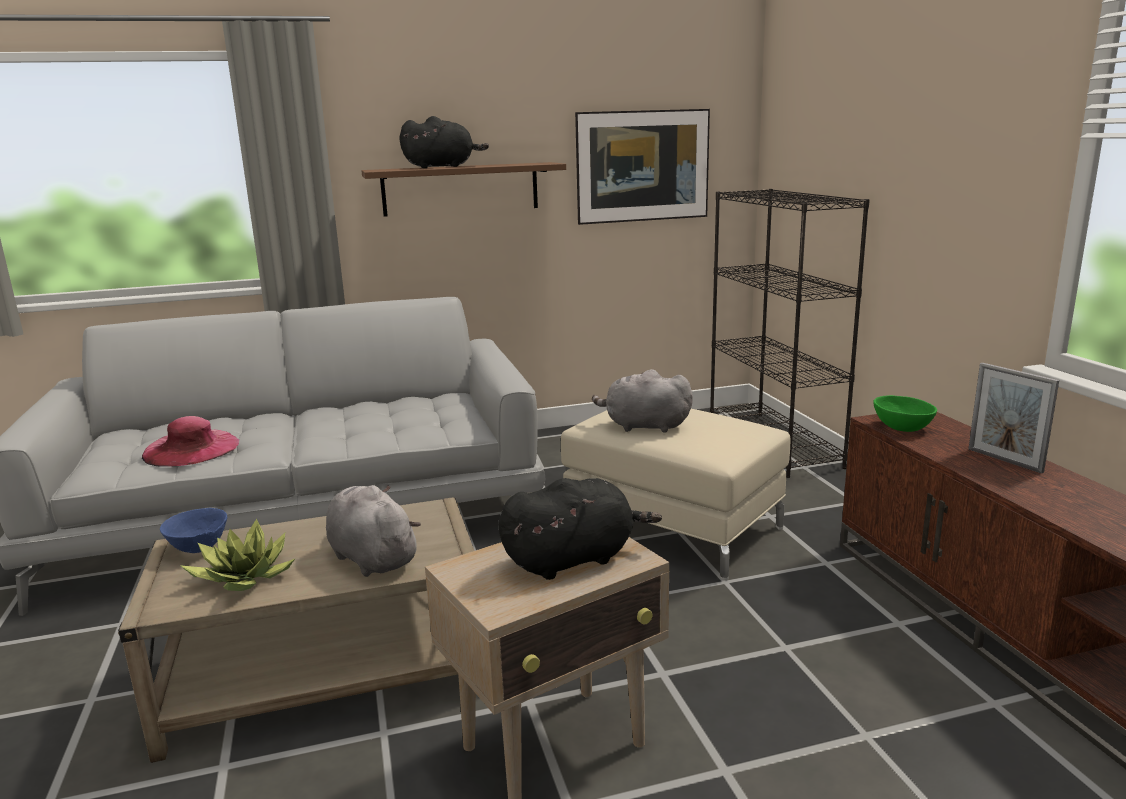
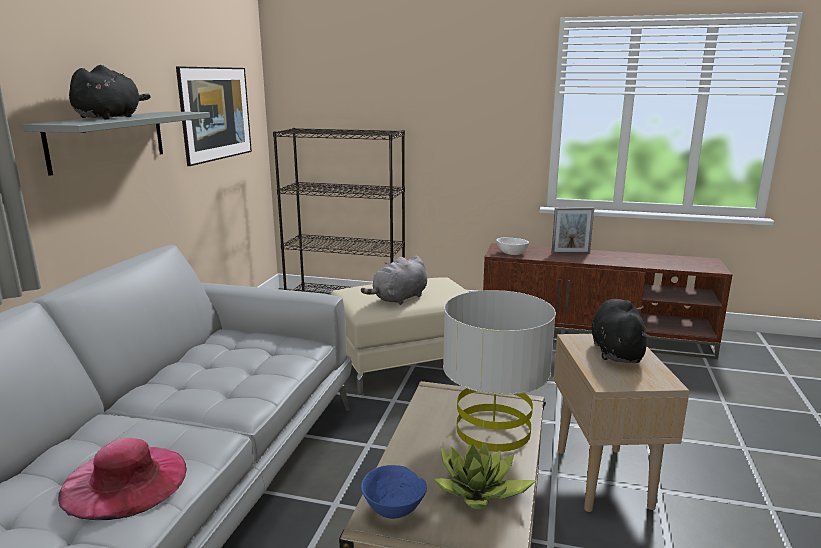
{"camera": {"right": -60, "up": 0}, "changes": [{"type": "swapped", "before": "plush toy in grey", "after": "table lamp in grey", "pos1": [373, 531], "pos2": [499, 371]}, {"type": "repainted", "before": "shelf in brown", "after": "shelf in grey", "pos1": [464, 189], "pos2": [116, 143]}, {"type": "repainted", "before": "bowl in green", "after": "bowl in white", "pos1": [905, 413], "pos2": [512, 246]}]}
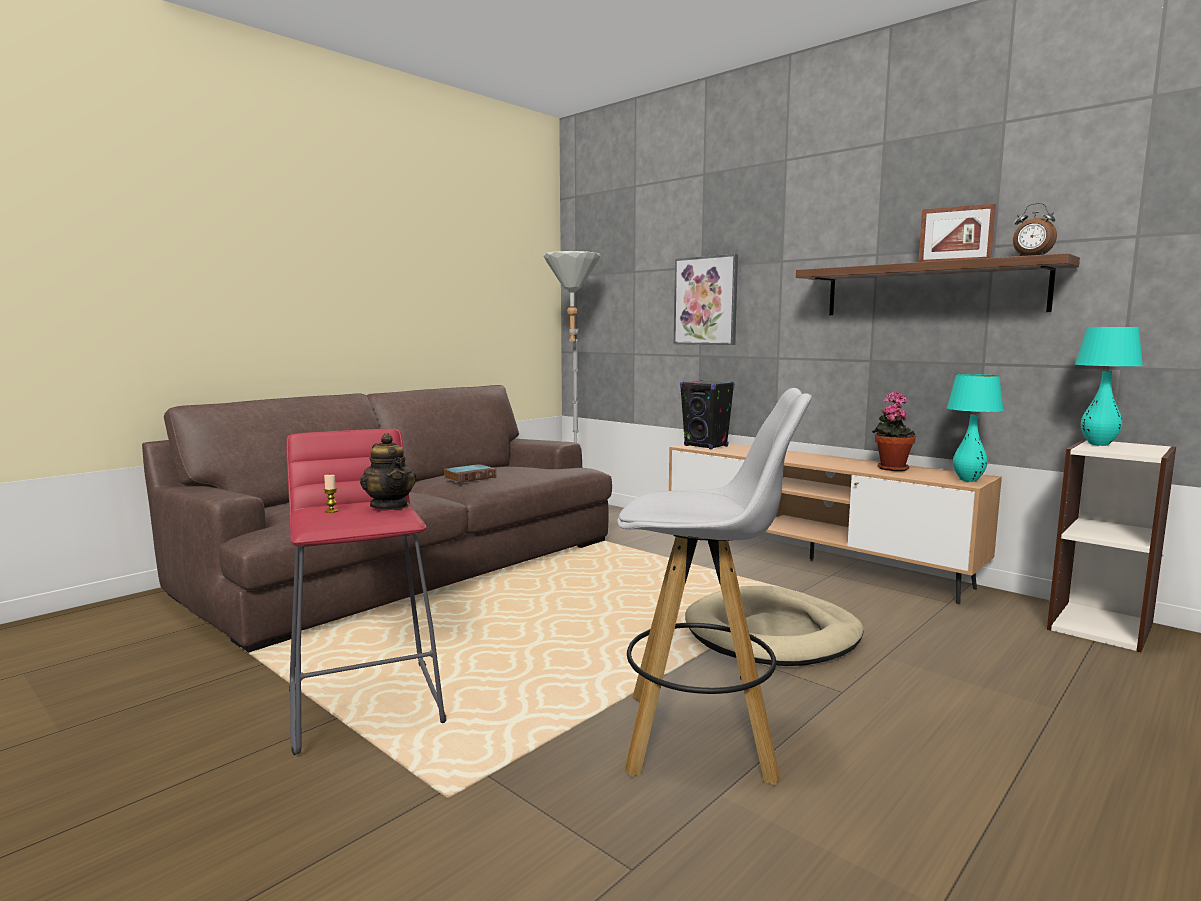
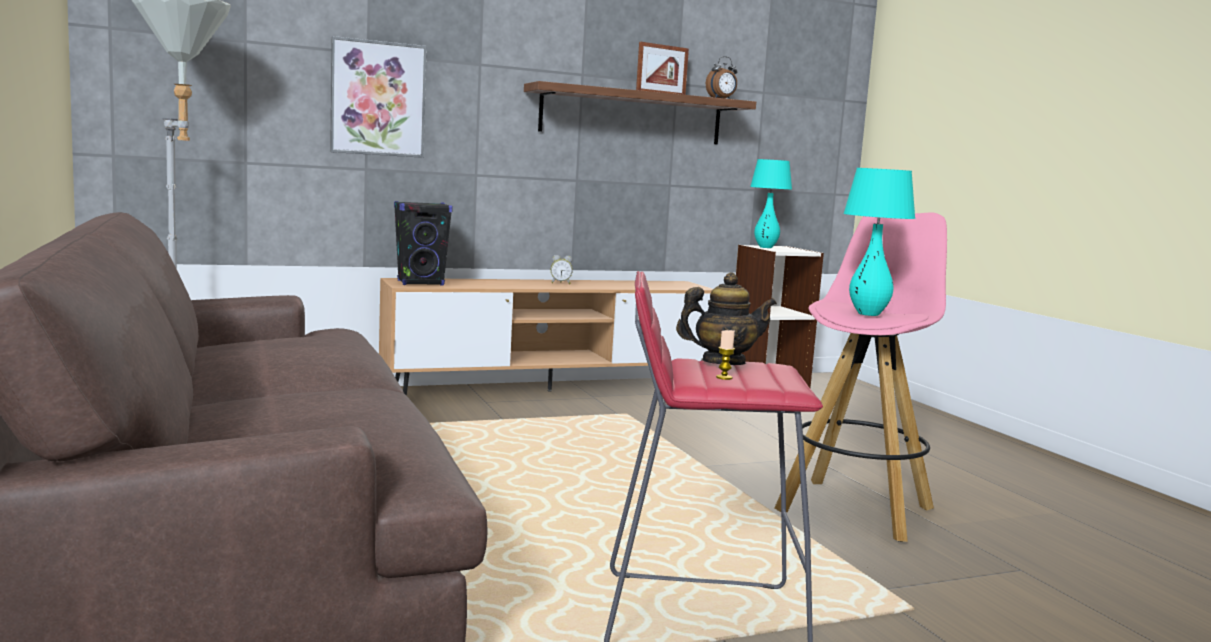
{"camera": {"right": -65, "up": 0}, "changes": [{"type": "gone", "before": "book", "pos1": [470, 473]}, {"type": "repainted", "before": "stool in white", "after": "stool in pink", "pos1": [714, 586], "pos2": [860, 377]}, {"type": "gone", "before": "dog bed in beige", "pos1": [774, 626]}, {"type": "gone", "before": "potted plant", "pos1": [894, 431]}, {"type": "shifted", "before": "table lamp in turquoise", "pos1": [975, 428], "pos2": [879, 242]}, {"type": "new", "after": "alarm clock", "pos2": [562, 269]}]}
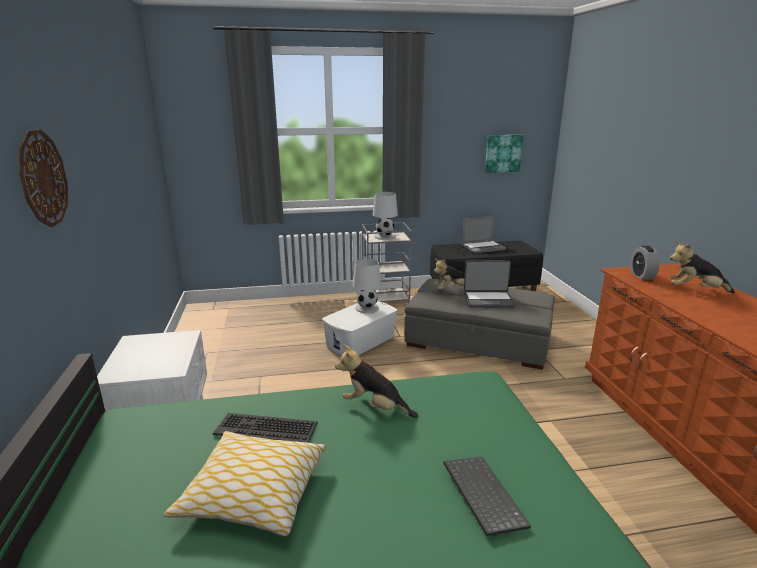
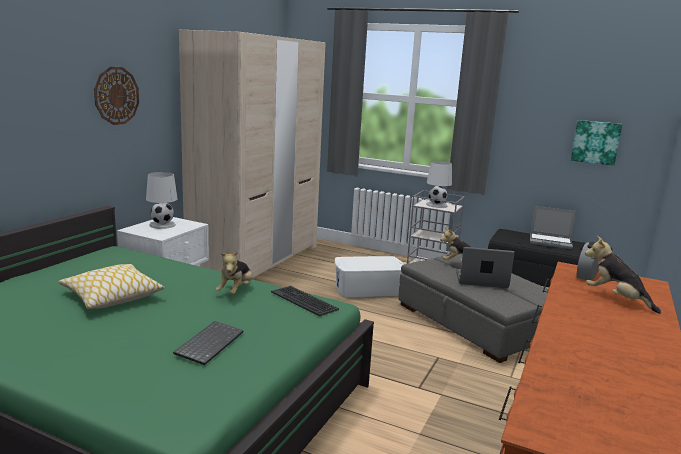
{"camera": {"right": 35, "up": -5}, "changes": [{"type": "shifted", "before": "keyboard", "pos1": [265, 428], "pos2": [305, 301]}, {"type": "rotated", "before": "plush toy", "pos1": [376, 381], "pos2": [234, 272], "turn": -135}, {"type": "shifted", "before": "table lamp in white", "pos1": [367, 286], "pos2": [162, 200]}, {"type": "rotated", "before": "laptop", "pos1": [490, 284], "pos2": [485, 267], "turn": 150}, {"type": "new", "after": "wardrobe in beige", "pos2": [252, 154]}]}
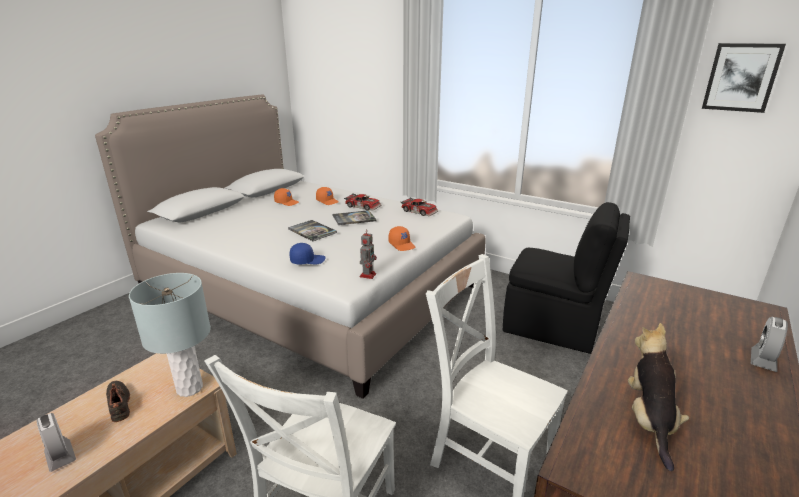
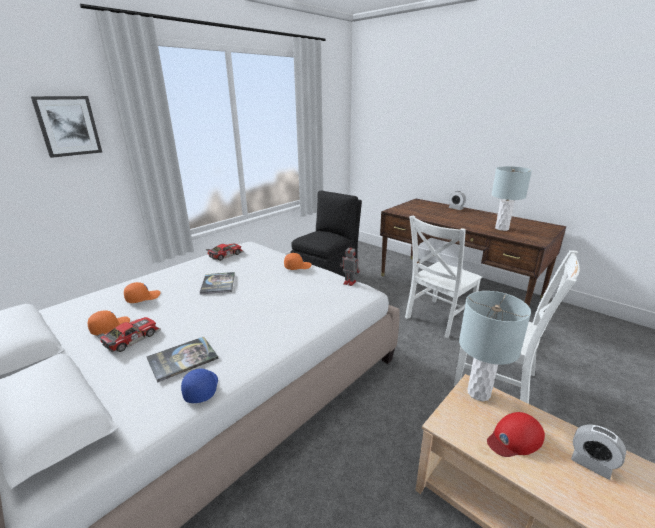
{"camera": {"right": -80, "up": 0}, "changes": [{"type": "rotated", "before": "alarm clock", "pos1": [56, 442], "pos2": [598, 452], "turn": 75}, {"type": "swapped", "before": "shoe in black", "after": "cap in red", "pos1": [118, 401], "pos2": [516, 434]}, {"type": "shifted", "before": "book", "pos1": [312, 230], "pos2": [182, 359]}, {"type": "shifted", "before": "cap in blue", "pos1": [307, 254], "pos2": [199, 386]}, {"type": "shifted", "before": "toy car", "pos1": [362, 202], "pos2": [129, 334]}, {"type": "swapped", "before": "plush toy", "after": "table lamp in grey", "pos1": [658, 397], "pos2": [511, 198]}, {"type": "shifted", "before": "picture", "pos1": [744, 78], "pos2": [66, 127]}]}
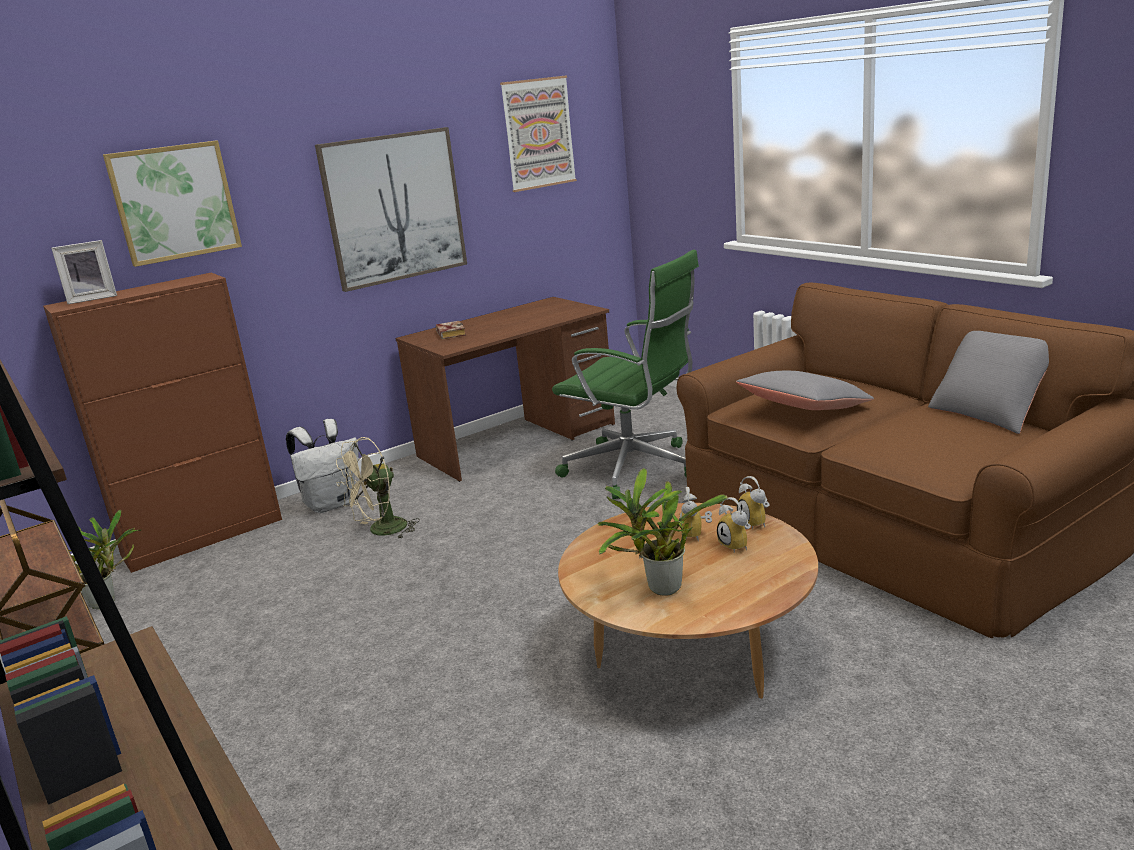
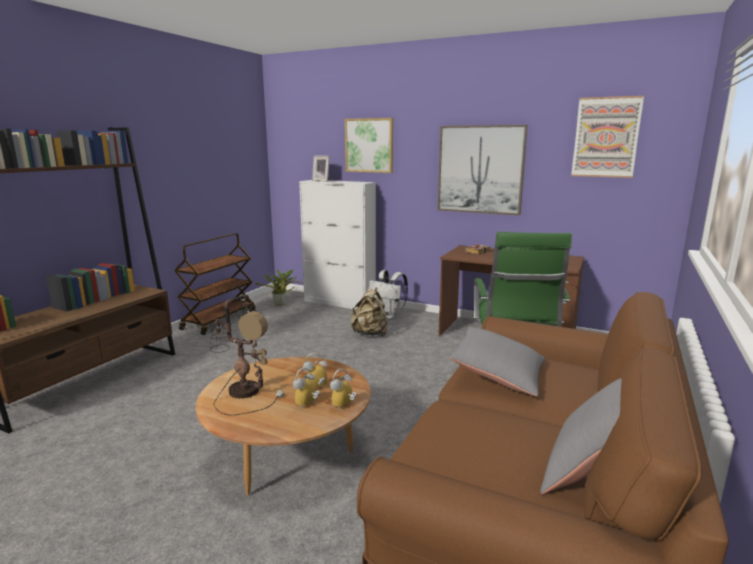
{"camera": {"right": 60, "up": -5}, "changes": [{"type": "repainted", "before": "cabinet in brown", "after": "cabinet in white", "pos1": [162, 423], "pos2": [337, 245]}, {"type": "swapped", "before": "fan in beige", "after": "backpack in beige", "pos1": [378, 488], "pos2": [369, 311]}, {"type": "swapped", "before": "potted plant", "after": "table lamp", "pos1": [662, 532], "pos2": [247, 355]}]}
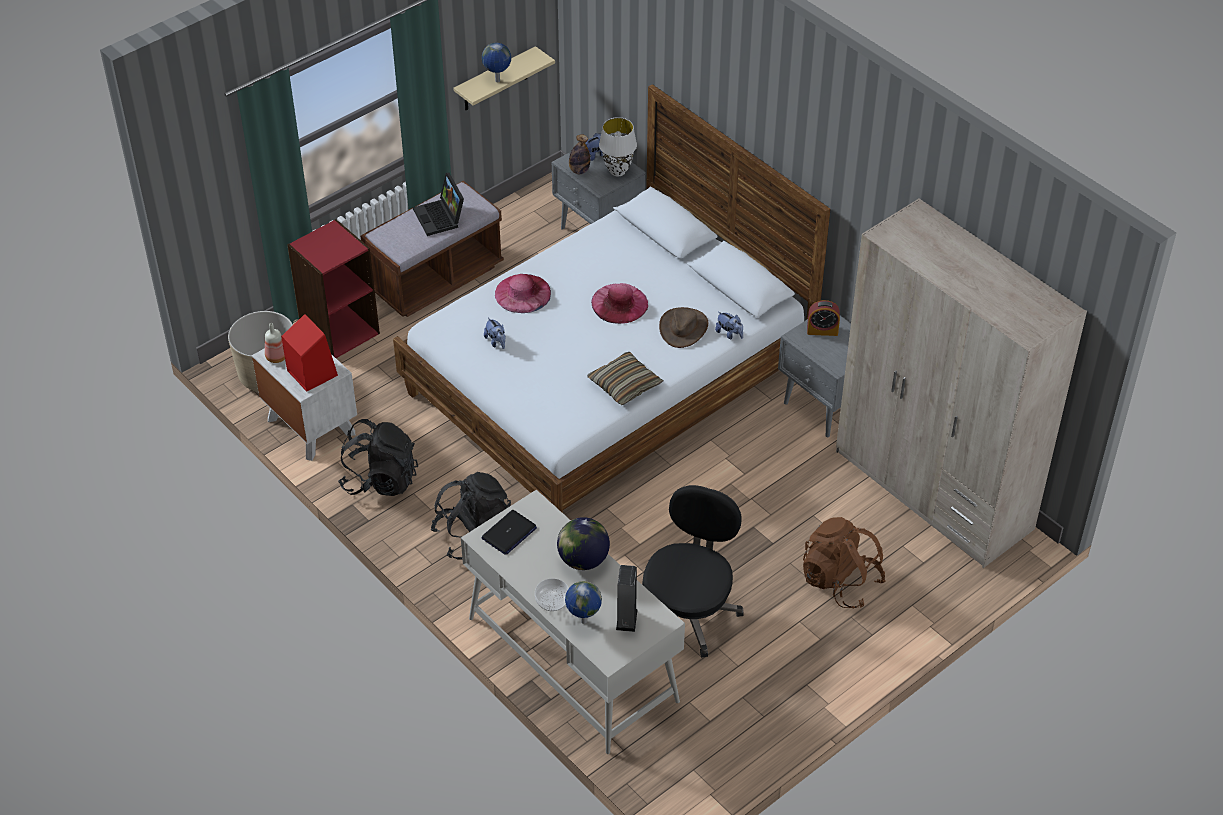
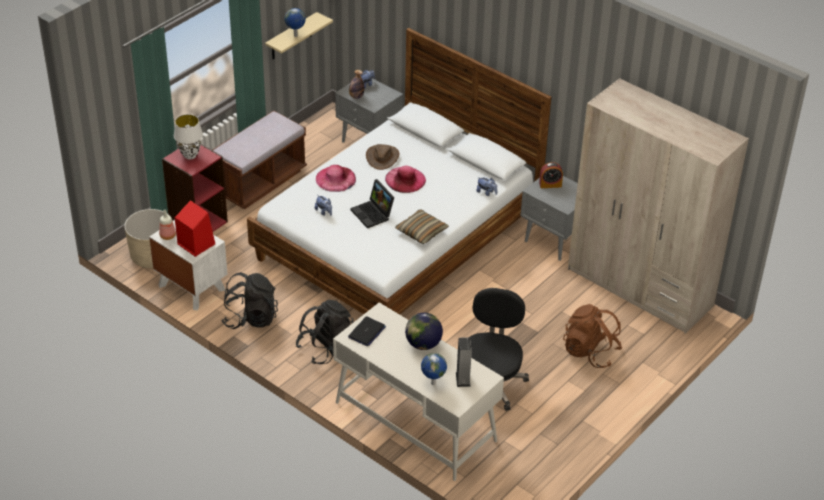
{"camera": {"right": -10, "up": -5}, "changes": [{"type": "shifted", "before": "laptop", "pos1": [438, 204], "pos2": [372, 203]}, {"type": "gone", "before": "bowl", "pos1": [552, 594]}, {"type": "shifted", "before": "table lamp in white", "pos1": [618, 146], "pos2": [188, 137]}, {"type": "shifted", "before": "hat in brown", "pos1": [683, 327], "pos2": [382, 157]}]}
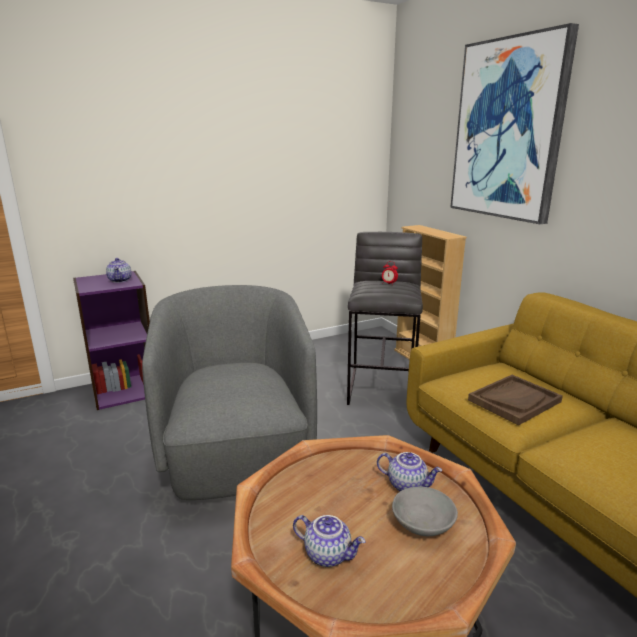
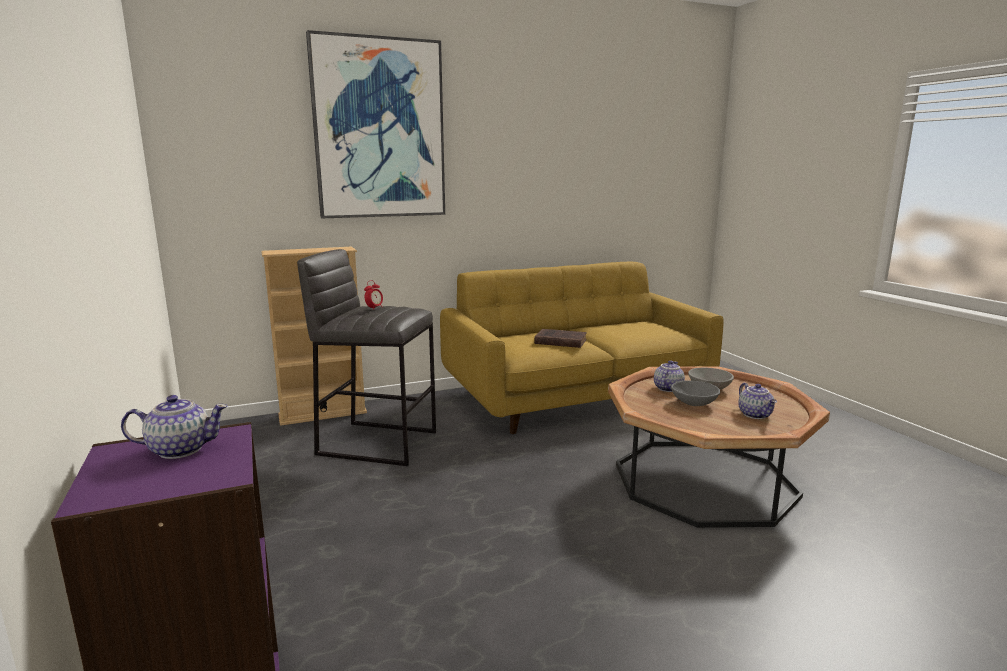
{"camera": {"right": -85, "up": -5}, "changes": [{"type": "gone", "before": "armchair in grey", "pos1": [229, 392]}, {"type": "rotated", "before": "teapot", "pos1": [329, 541], "pos2": [758, 401], "turn": 135}, {"type": "swapped", "before": "tray in brown", "after": "book in brown", "pos1": [515, 400], "pos2": [560, 338]}, {"type": "new", "after": "bowl in grey", "pos2": [695, 393]}]}
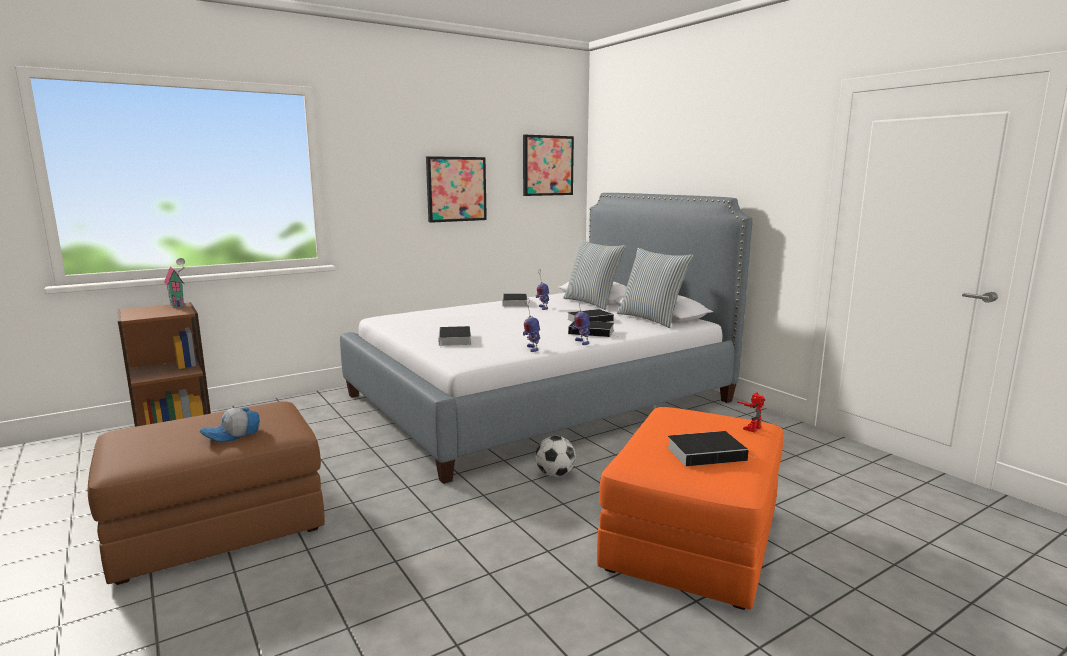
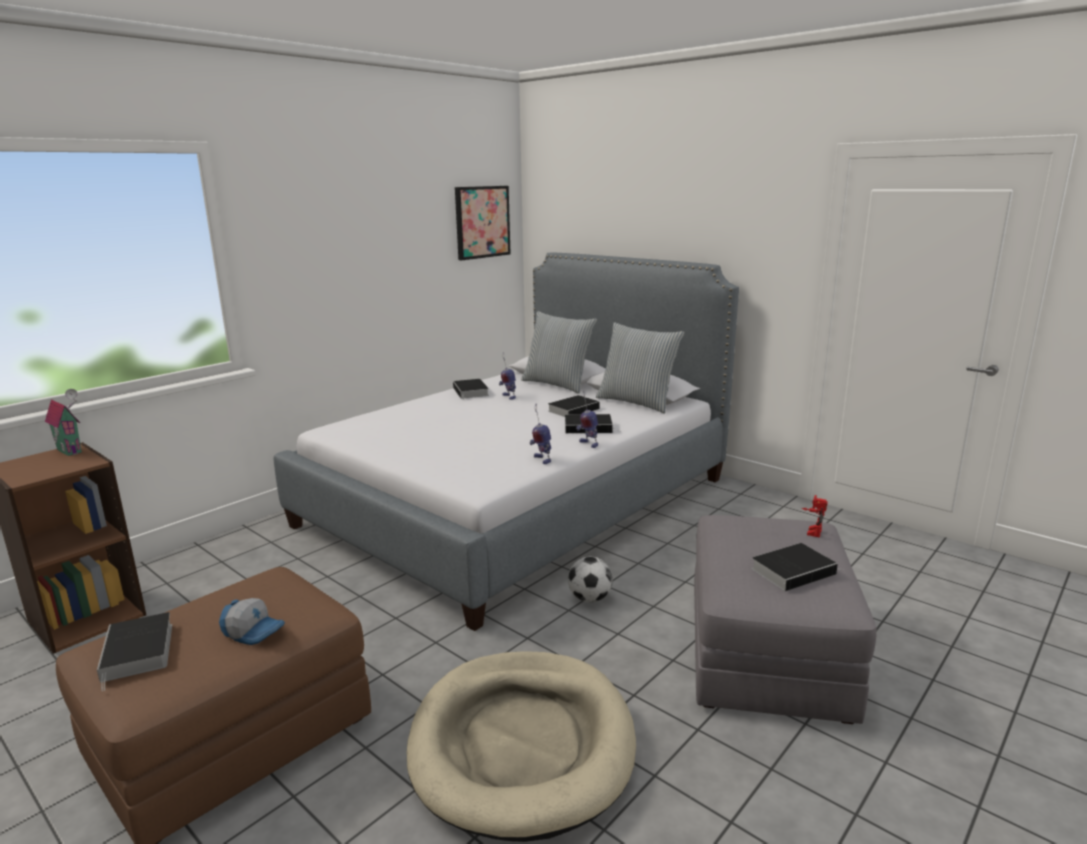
{"camera": {"right": -15, "up": 5}, "changes": [{"type": "rotated", "before": "cap", "pos1": [230, 424], "pos2": [252, 621], "turn": -105}, {"type": "gone", "before": "picture", "pos1": [456, 189]}, {"type": "shifted", "before": "book", "pos1": [454, 336], "pos2": [134, 651]}, {"type": "repainted", "before": "ottoman in orange", "after": "ottoman in grey", "pos1": [690, 508], "pos2": [785, 619]}, {"type": "new", "after": "dog bed in beige", "pos2": [521, 746]}]}
